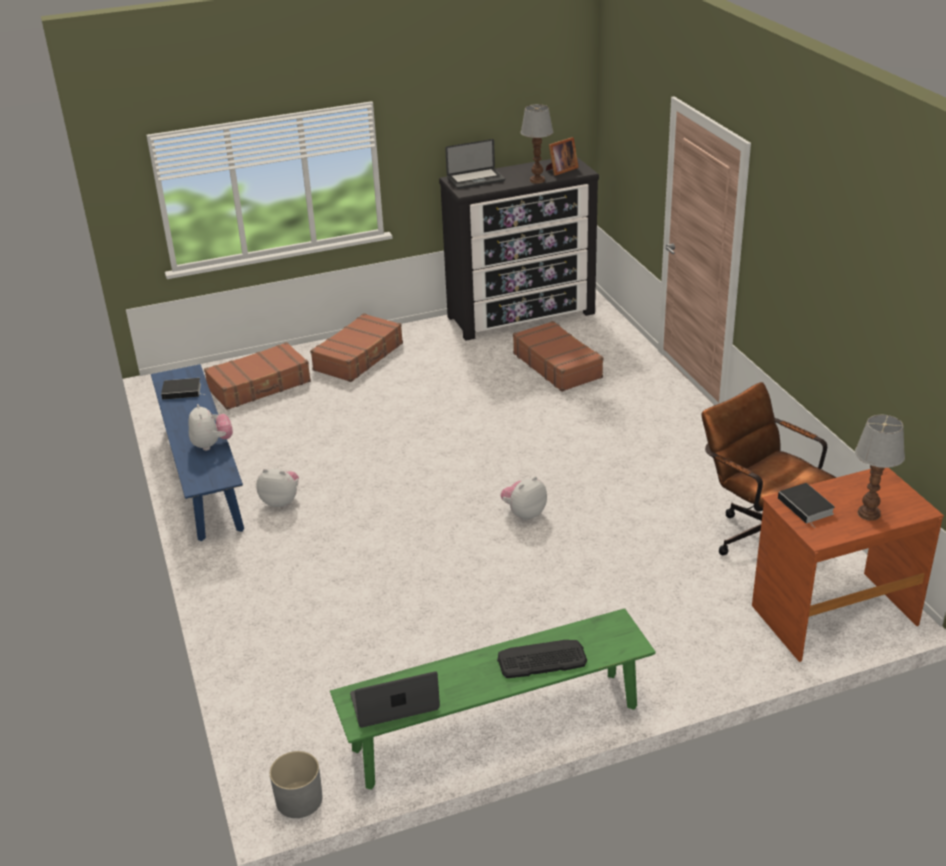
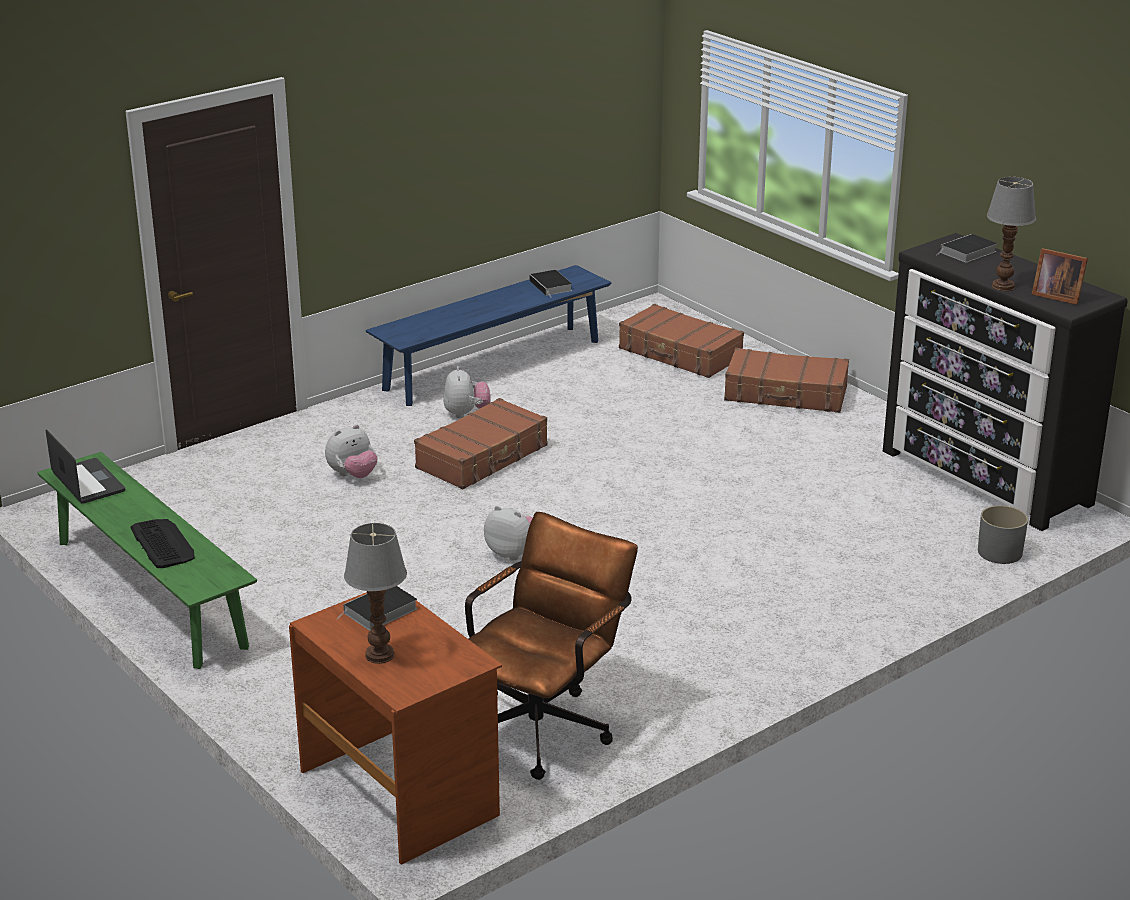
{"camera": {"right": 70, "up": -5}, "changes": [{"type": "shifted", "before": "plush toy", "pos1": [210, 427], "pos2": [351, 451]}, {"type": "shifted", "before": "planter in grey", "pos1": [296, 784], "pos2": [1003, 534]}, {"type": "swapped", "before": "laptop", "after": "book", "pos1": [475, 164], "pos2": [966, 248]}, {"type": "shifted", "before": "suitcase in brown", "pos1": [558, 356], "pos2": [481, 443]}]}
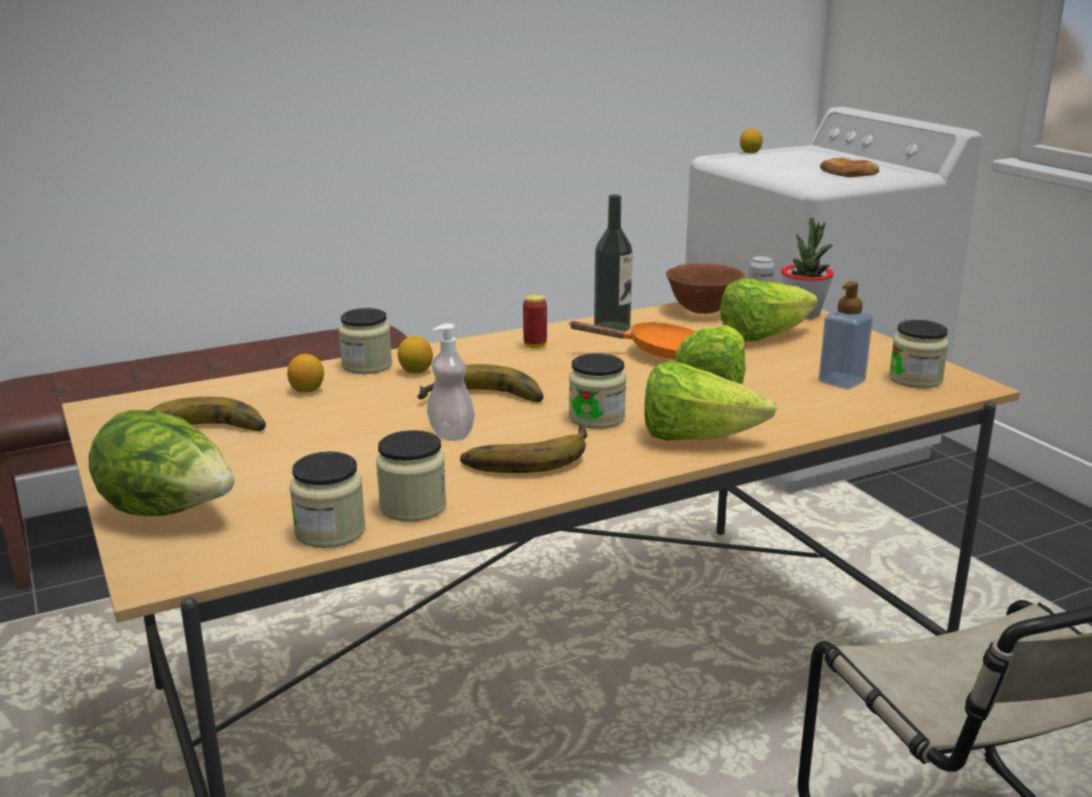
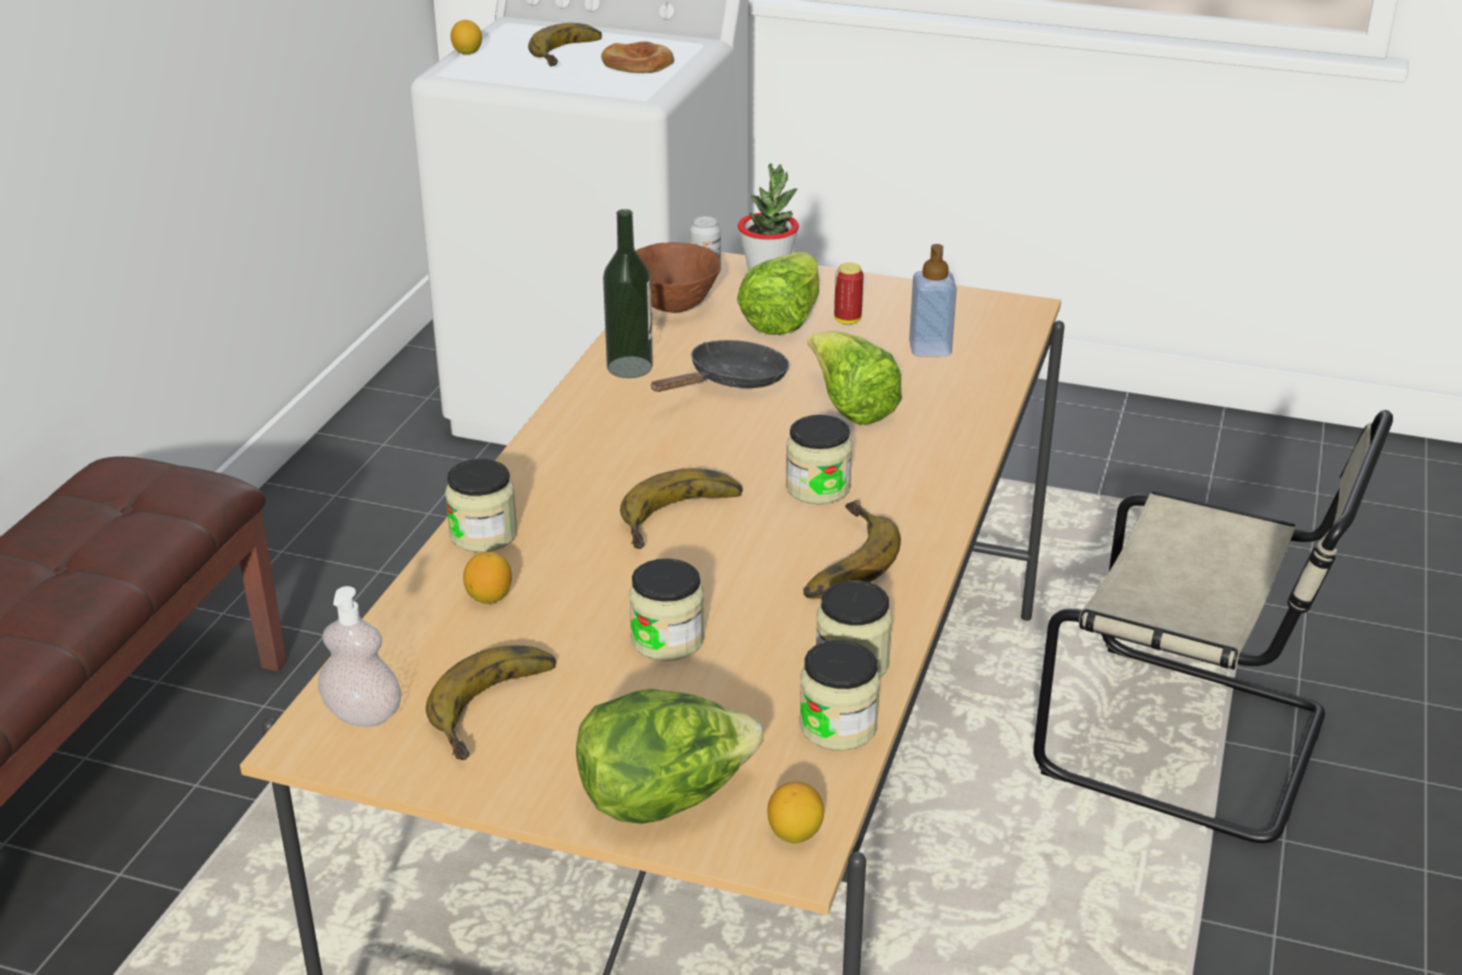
{"camera": {"right": -45, "up": 10}, "changes": [{"type": "shifted", "before": "lemon", "pos1": [415, 354], "pos2": [796, 812]}, {"type": "shifted", "before": "soap dispenser", "pos1": [451, 382], "pos2": [360, 656]}, {"type": "shifted", "before": "can", "pos1": [535, 321], "pos2": [849, 293]}, {"type": "repainted", "before": "frying pan in orange", "after": "frying pan in black", "pos1": [632, 340], "pos2": [720, 366]}, {"type": "gone", "before": "lettuce", "pos1": [710, 401]}, {"type": "shifted", "before": "jar", "pos1": [919, 354], "pos2": [666, 610]}, {"type": "new", "after": "banana", "pos2": [565, 44]}]}
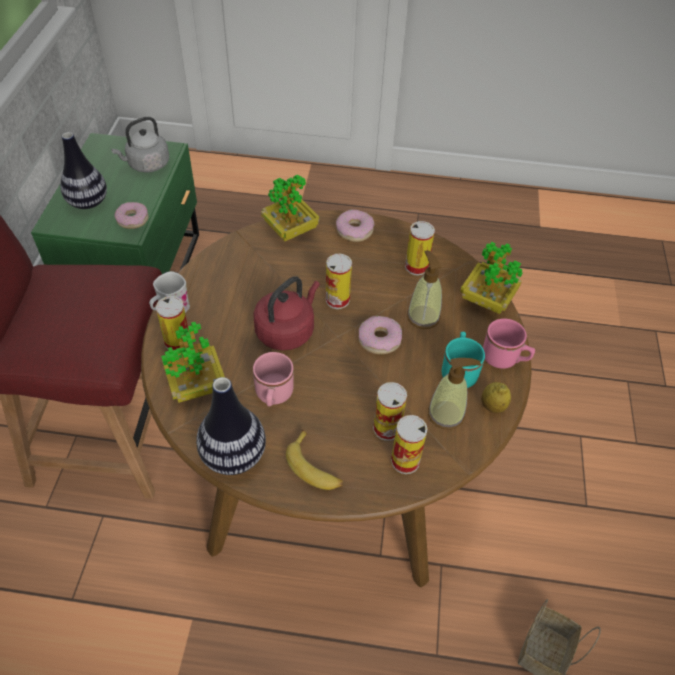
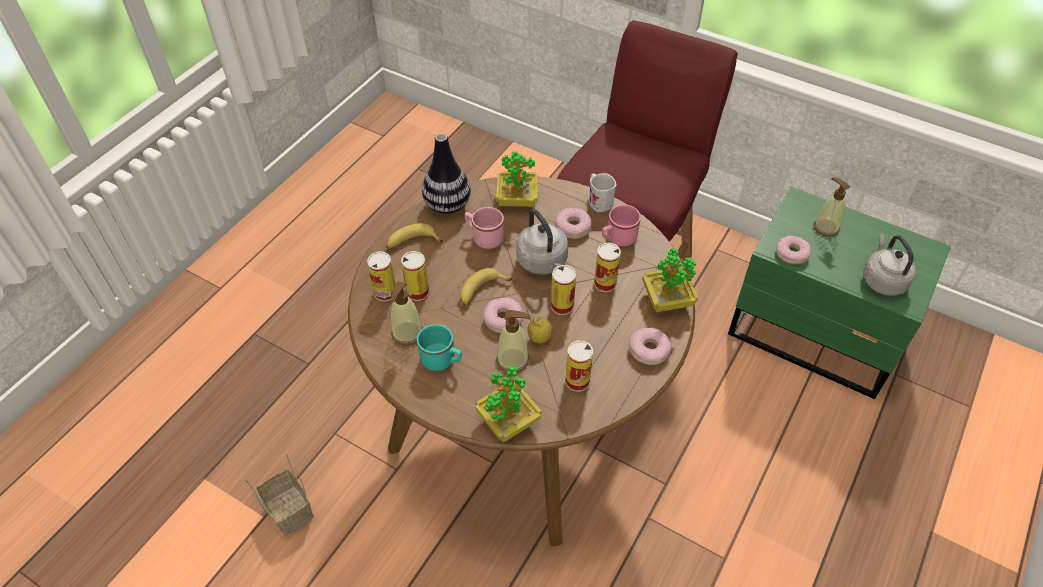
{"camera": {"right": 115, "up": 0}, "changes": [{"type": "swapped", "before": "vase", "after": "soap dispenser", "pos1": [83, 170], "pos2": [832, 206]}, {"type": "shifted", "before": "can", "pos1": [172, 323], "pos2": [607, 267]}, {"type": "repainted", "before": "kettle in red", "after": "kettle in grey", "pos1": [286, 314], "pos2": [542, 242]}, {"type": "shifted", "before": "lemon", "pos1": [496, 397], "pos2": [540, 330]}, {"type": "shifted", "before": "mug in pink", "pos1": [509, 344], "pos2": [621, 225]}, {"type": "new", "after": "banana", "pos2": [485, 287]}, {"type": "new", "after": "donut", "pos2": [573, 223]}]}
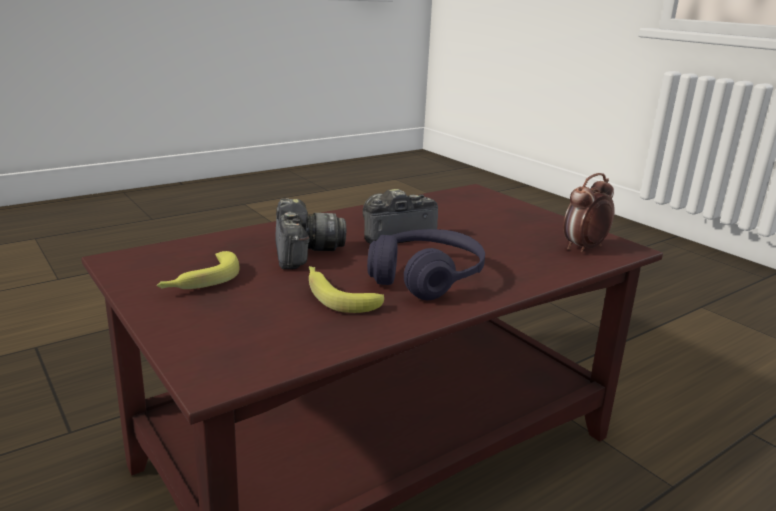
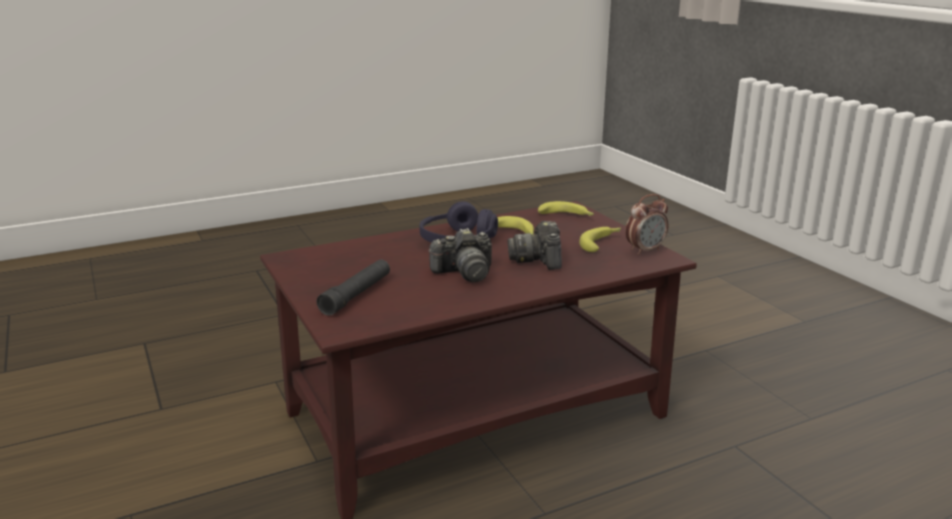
{"camera": {"right": -170, "up": 0}, "changes": [{"type": "shifted", "before": "alarm clock", "pos1": [589, 213], "pos2": [646, 224]}, {"type": "new", "after": "flashlight in black", "pos2": [353, 287]}, {"type": "new", "after": "banana", "pos2": [566, 208]}]}
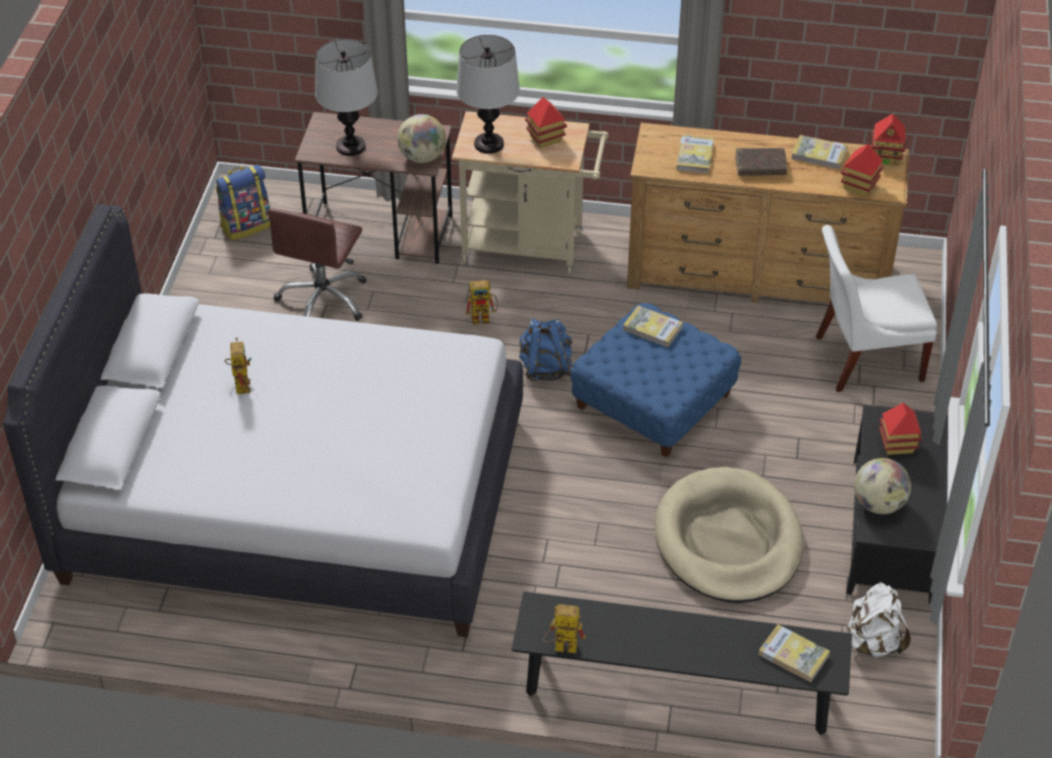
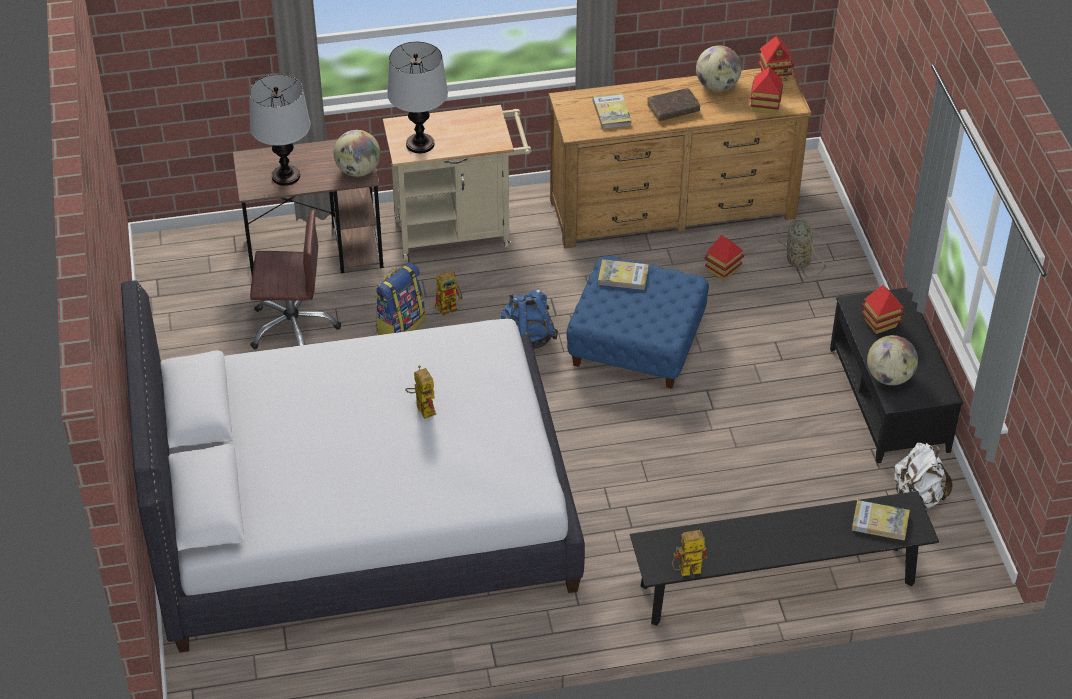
{"camera": {"right": -20, "up": 0}, "changes": [{"type": "shifted", "before": "backpack", "pos1": [243, 203], "pos2": [400, 298]}, {"type": "shifted", "before": "toy robot", "pos1": [238, 365], "pos2": [420, 392]}, {"type": "rotated", "before": "office chair in brown", "pos1": [317, 264], "pos2": [295, 280], "turn": -90}, {"type": "shifted", "before": "toy house", "pos1": [546, 122], "pos2": [724, 258]}, {"type": "gone", "before": "dog bed in beige", "pos1": [728, 535]}, {"type": "swapped", "before": "book", "after": "globe", "pos1": [819, 152], "pos2": [719, 68]}, {"type": "swapped", "before": "chair in white", "after": "basket", "pos1": [876, 308], "pos2": [801, 248]}]}
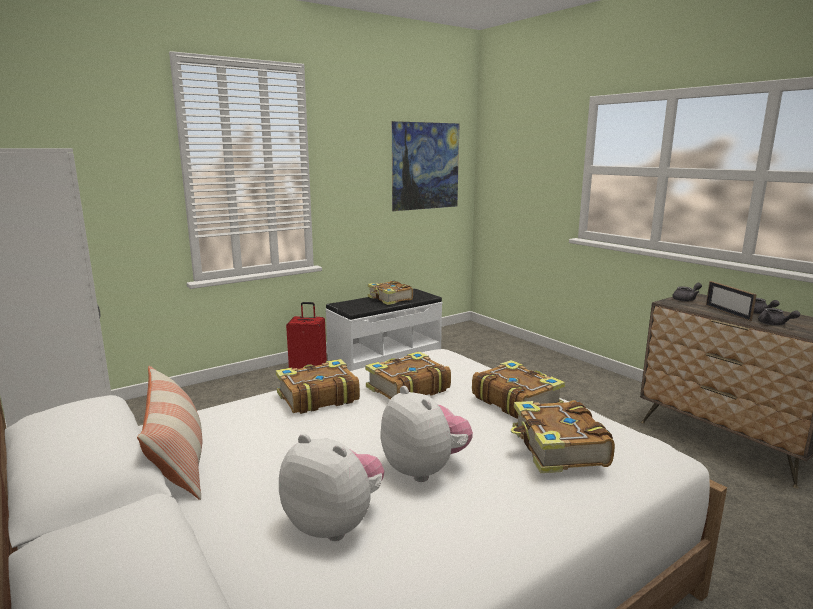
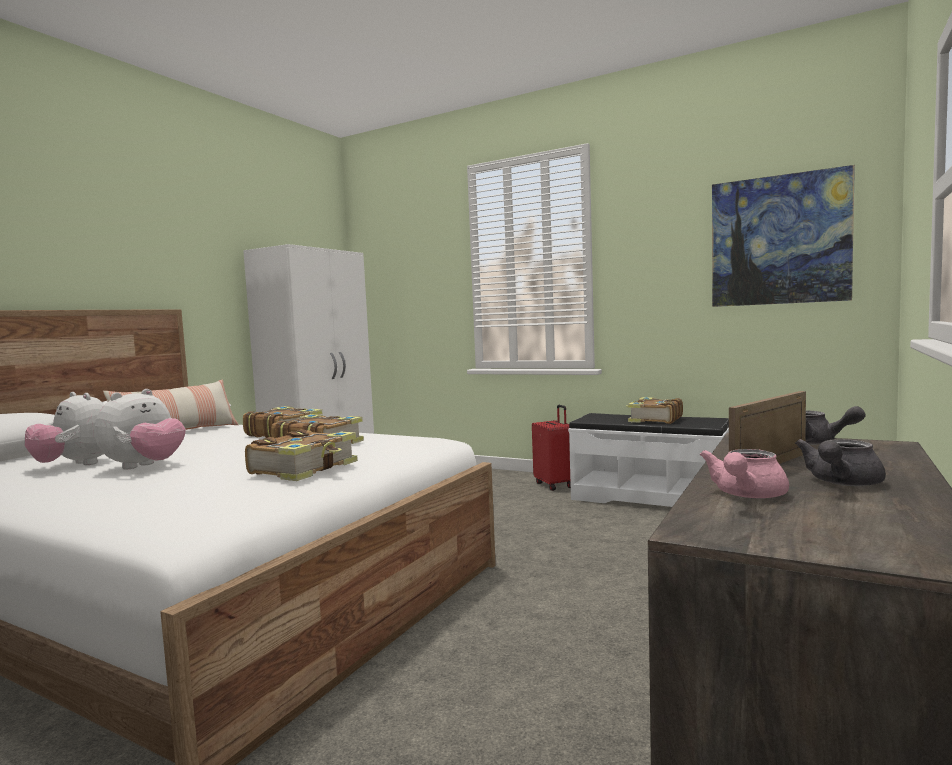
{"camera": {"right": 65, "up": -10}, "changes": [{"type": "rotated", "before": "plush toy", "pos1": [331, 487], "pos2": [64, 428], "turn": 120}, {"type": "gone", "before": "book", "pos1": [563, 436]}, {"type": "repainted", "before": "teapot in grey", "after": "teapot in pink", "pos1": [779, 317], "pos2": [744, 474]}]}
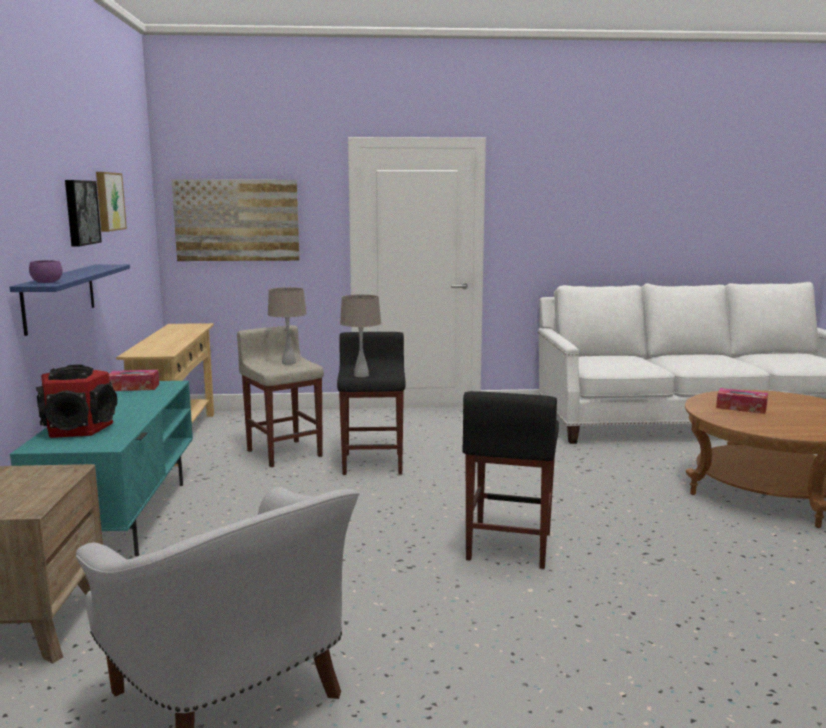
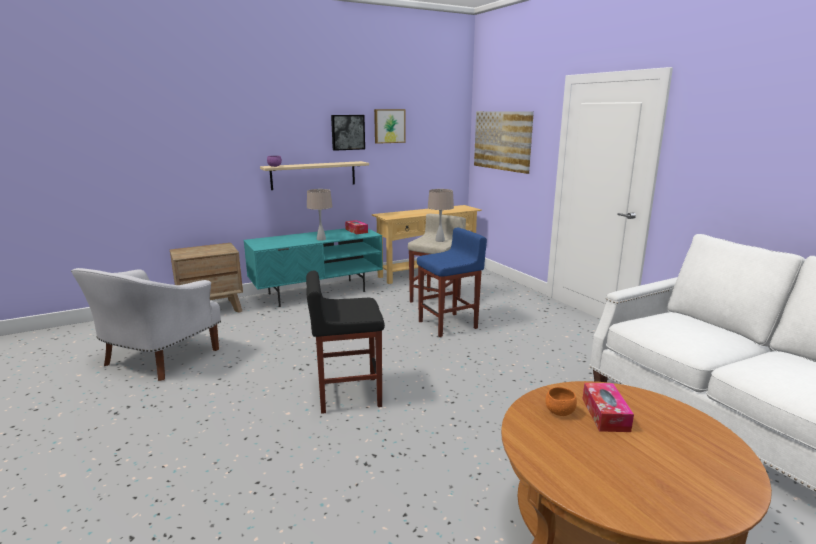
{"camera": {"right": 65, "up": 5}, "changes": [{"type": "repainted", "before": "shelf in blue", "after": "shelf in beige", "pos1": [70, 300], "pos2": [314, 175]}, {"type": "gone", "before": "speaker", "pos1": [76, 401]}, {"type": "repainted", "before": "stool in black", "after": "stool in blue", "pos1": [371, 403], "pos2": [452, 282]}, {"type": "shifted", "before": "table lamp in beige", "pos1": [360, 335], "pos2": [320, 215]}, {"type": "new", "after": "bowl in orange", "pos2": [561, 401]}]}
